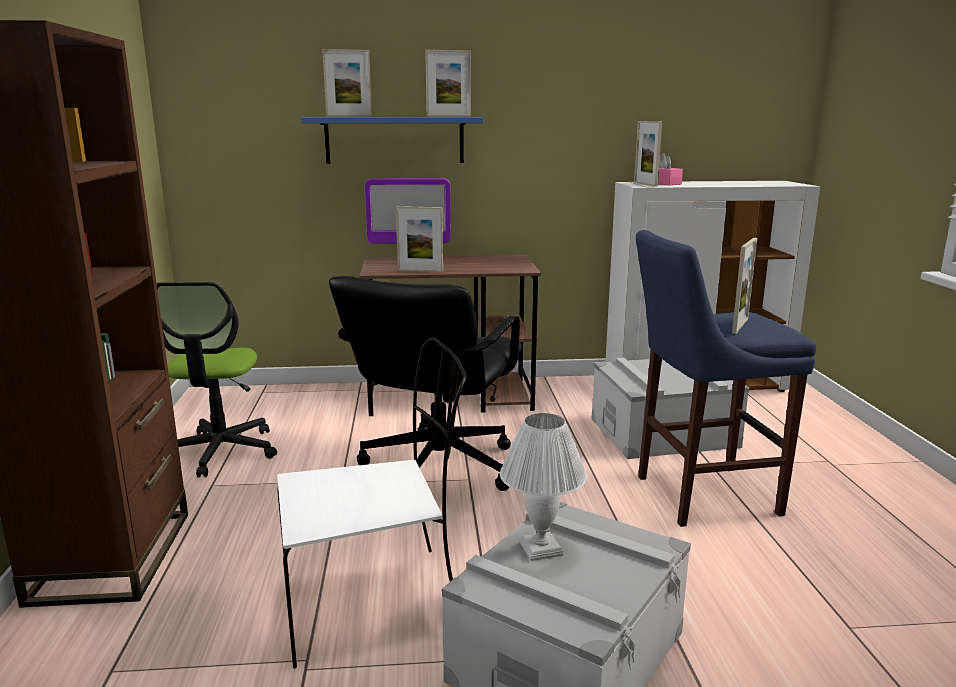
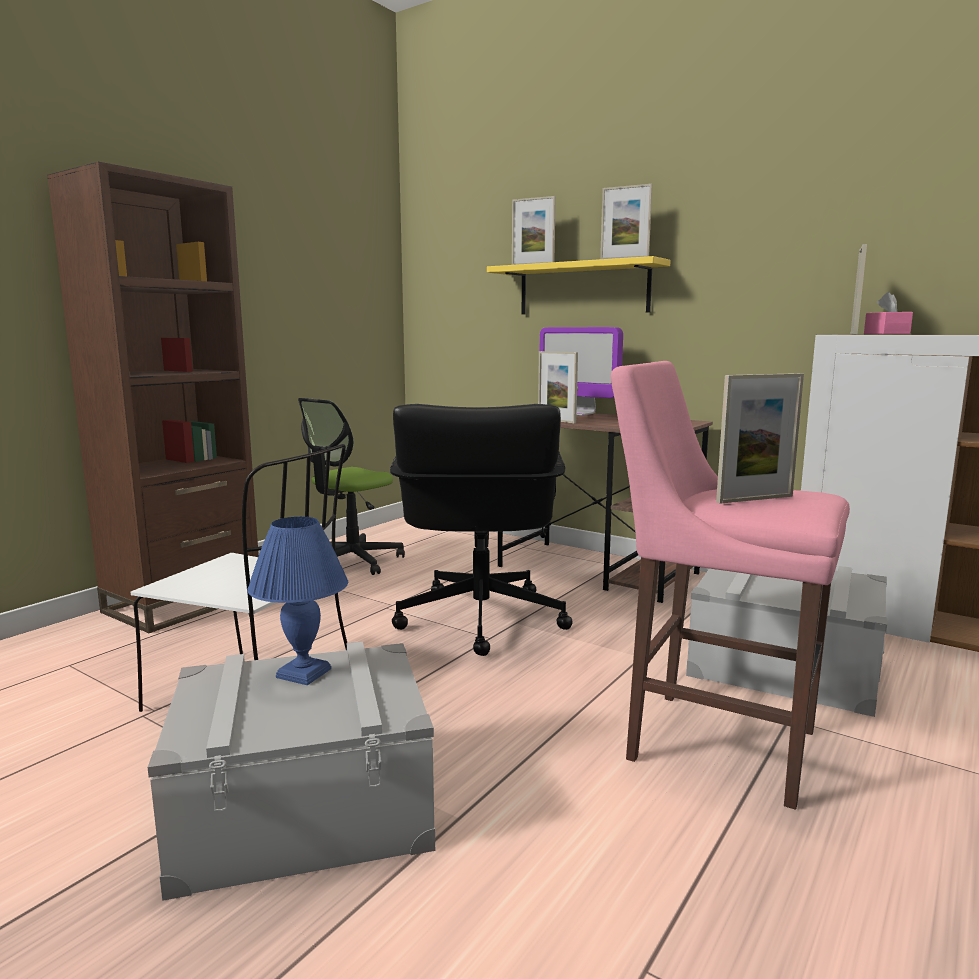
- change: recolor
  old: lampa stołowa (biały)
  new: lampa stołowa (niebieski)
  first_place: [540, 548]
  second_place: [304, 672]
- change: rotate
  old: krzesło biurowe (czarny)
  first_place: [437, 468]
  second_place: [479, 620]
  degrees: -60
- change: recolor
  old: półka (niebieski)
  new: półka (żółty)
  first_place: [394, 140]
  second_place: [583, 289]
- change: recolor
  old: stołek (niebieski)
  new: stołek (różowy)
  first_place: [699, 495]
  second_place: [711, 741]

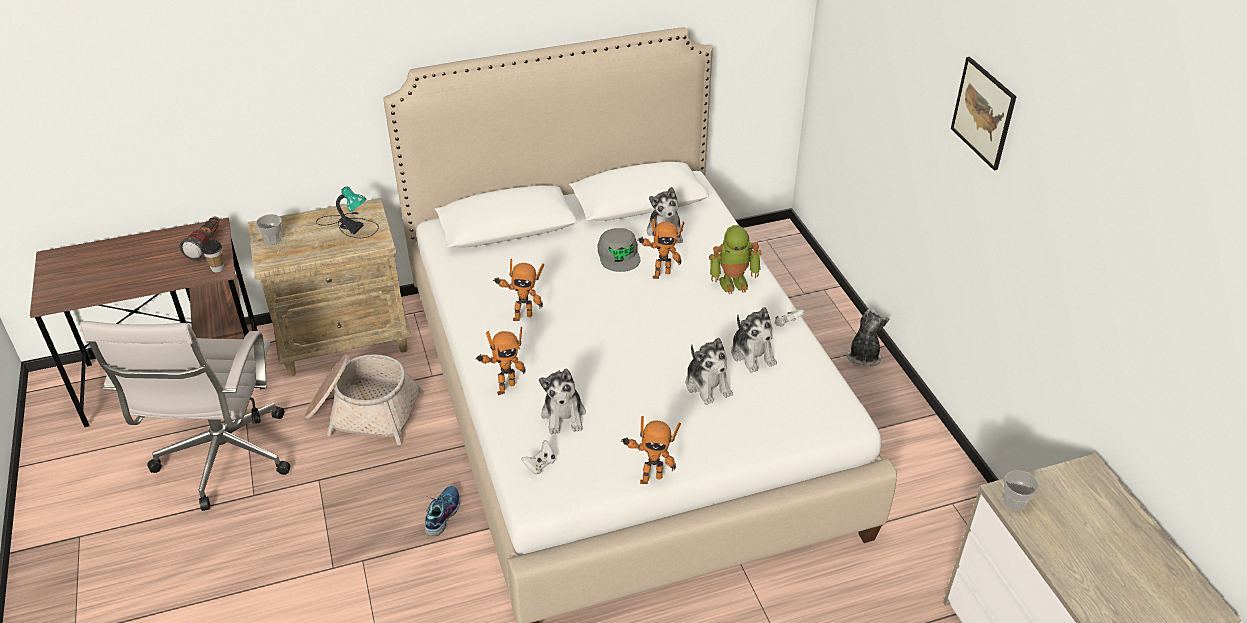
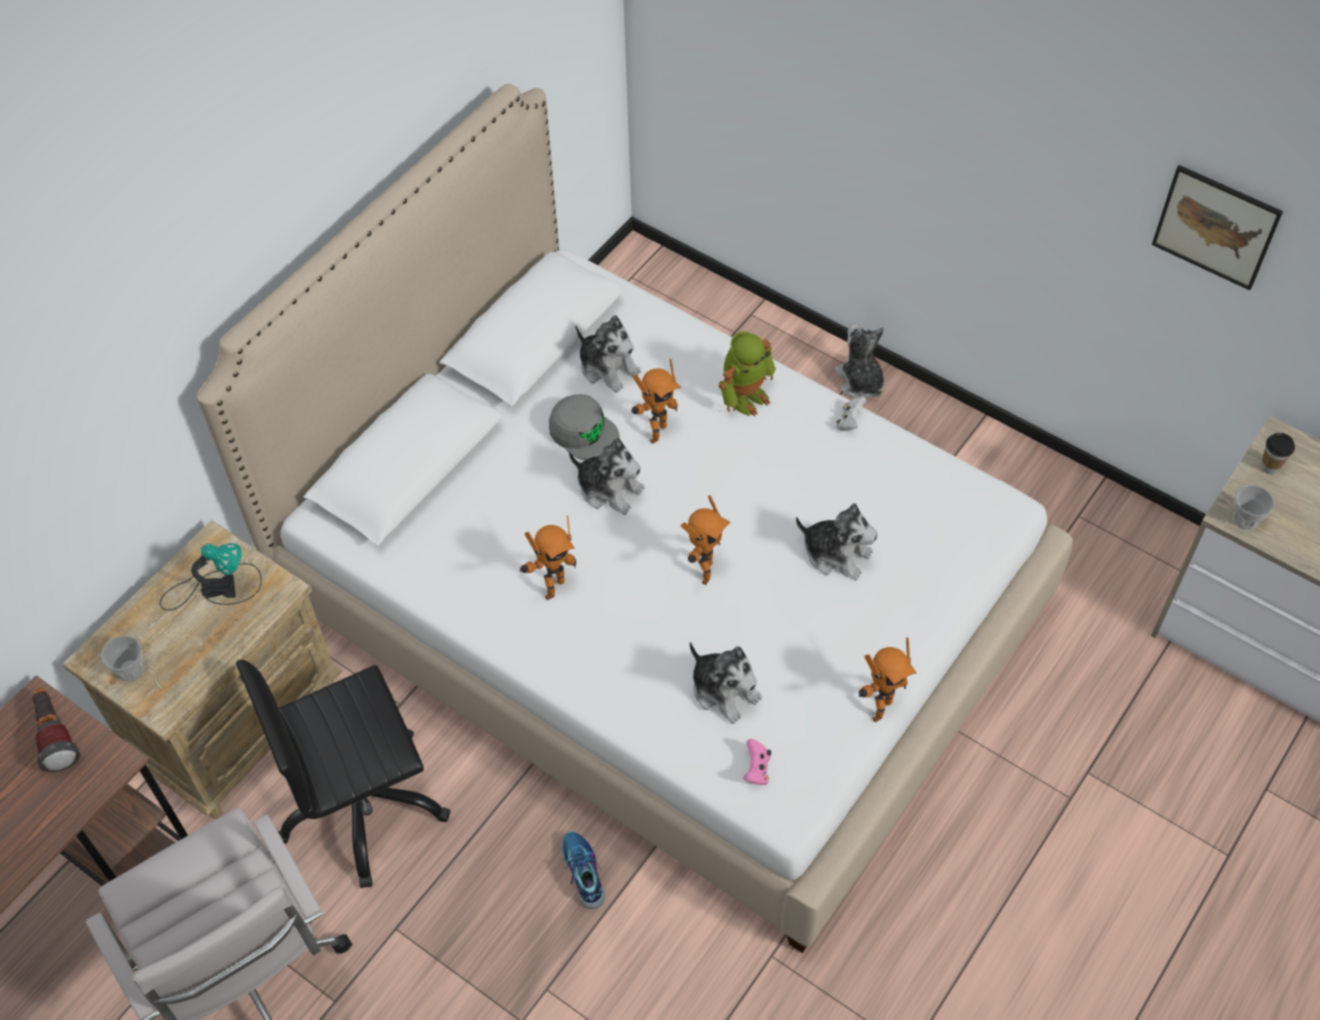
- change: replace
  old: koszyk
  new: krzesło biurowe (czarny)
  first_place: [363, 411]
  second_place: [361, 805]
- change: move
  old: pluszak
  first_place: [752, 354]
  second_place: [609, 489]
- change: move
  old: robot zabawkowy
  first_place: [504, 387]
  second_place: [702, 572]
- change: recolor
  old: pad do gier (biały)
  new: pad do gier (różowy)
  first_place: [540, 465]
  second_place: [757, 769]
- change: move
  old: obraz
  first_place: [983, 113]
  second_place: [1216, 226]
- change: move
  old: filiżanka
  first_place: [217, 268]
  second_place: [1269, 467]

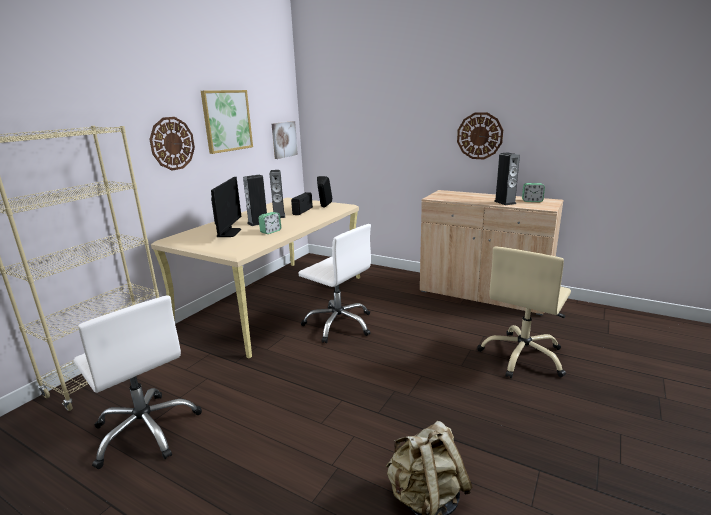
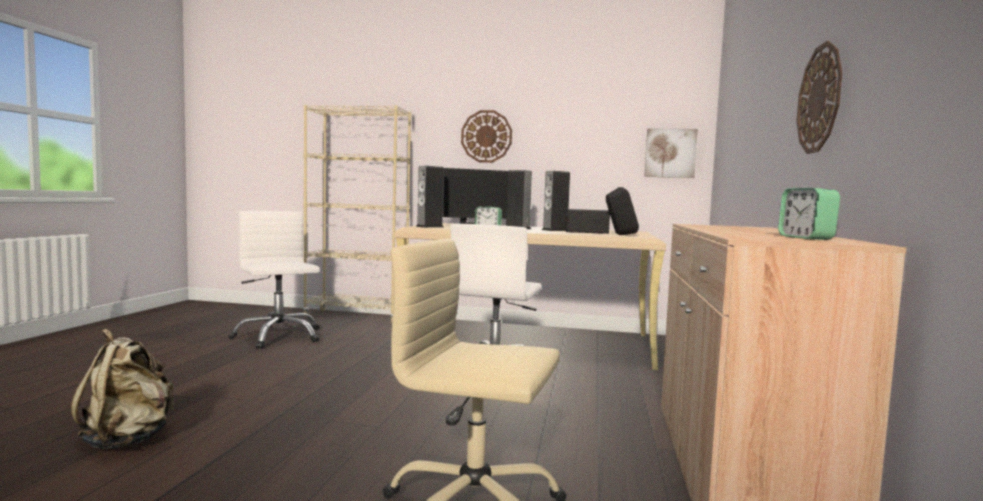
- change: rotate
  old: krzesło biurowe (biały)
  first_place: [146, 430]
  second_place: [278, 336]
  degrees: 120
- change: move
  old: głośnik
  first_place: [505, 202]
  second_place: [429, 227]
- change: delete
  old: obraz
  first_place: [227, 121]

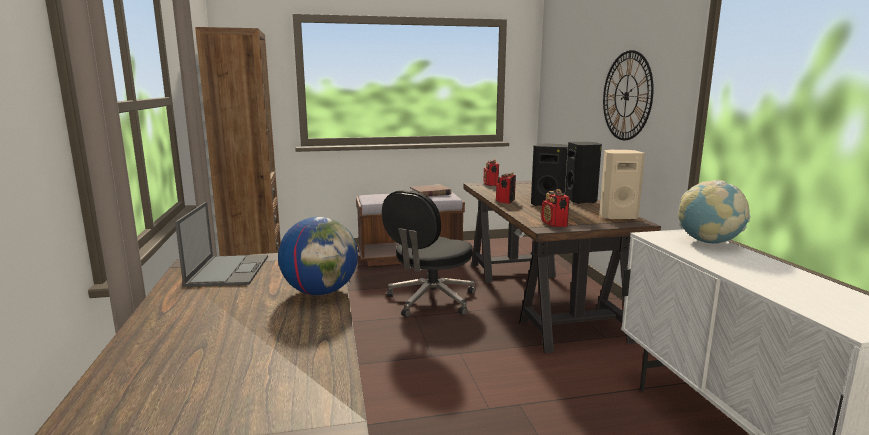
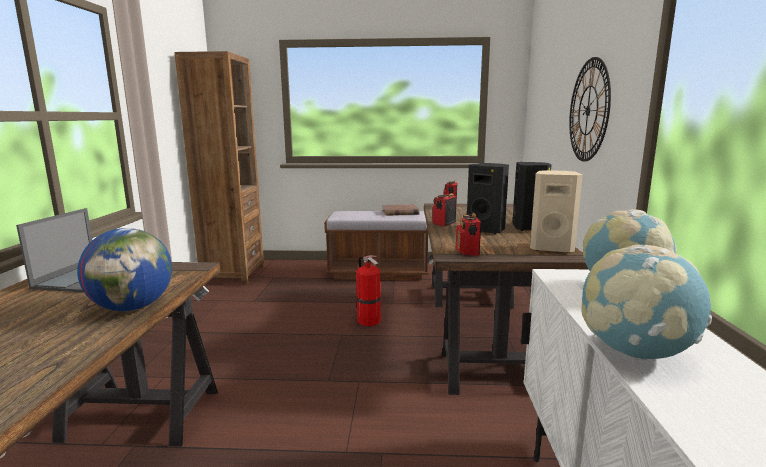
- change: replace
  old: krzesło biurowe (czarny)
  new: gaśnica
  first_place: [430, 301]
  second_place: [367, 320]
- change: insert
  new: globus
  second_place: [635, 352]

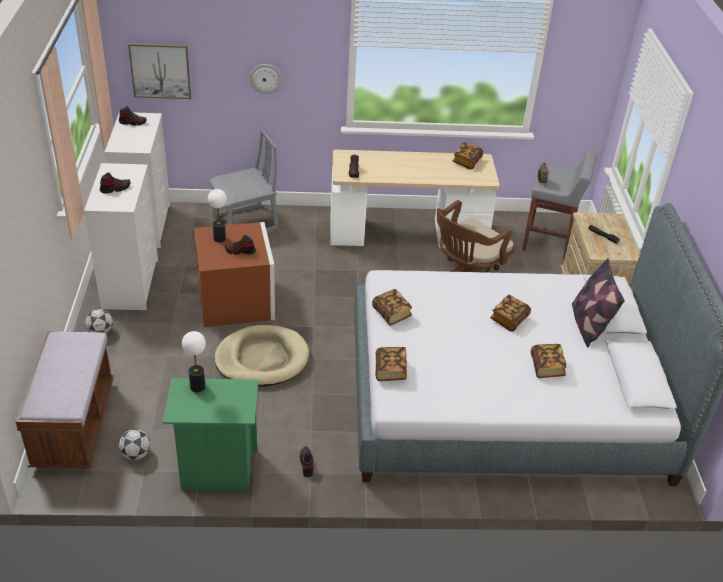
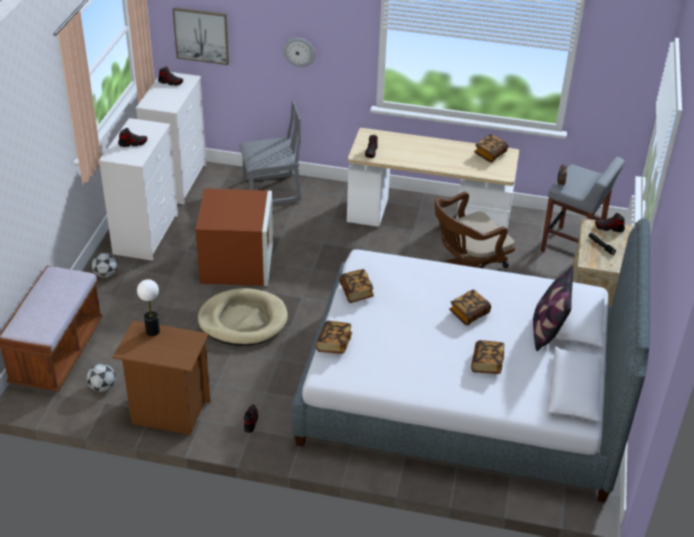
- change: recolor
  old: szafka nocna (zielony)
  new: szafka nocna (brązowy)
  first_place: [216, 470]
  second_place: [168, 412]
- change: move
  old: but
  first_place: [240, 251]
  second_place: [609, 228]
- change: delete
  old: lampa stołowa
  first_place: [219, 238]

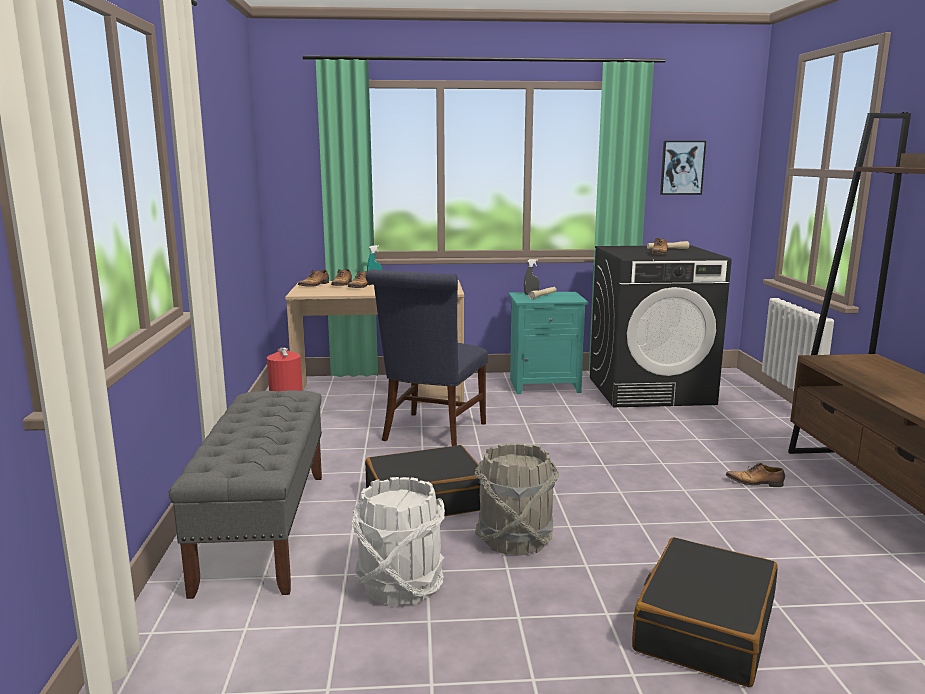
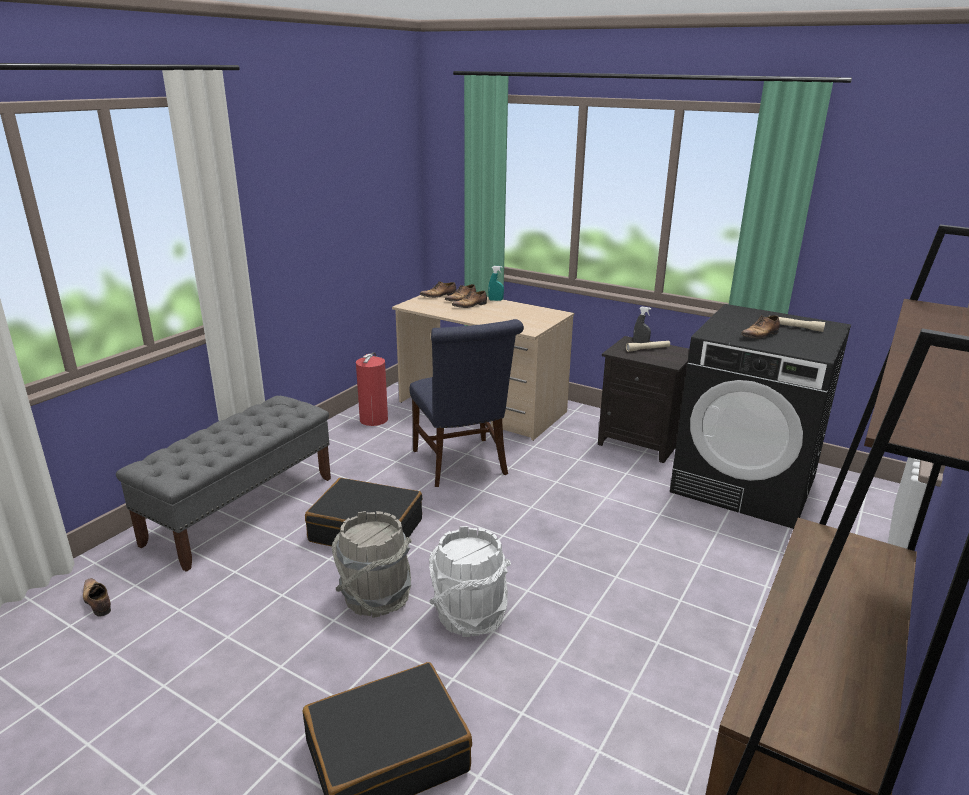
- change: move
  old: but
  first_place: [755, 483]
  second_place: [97, 601]
- change: rotate
  old: krzesło (niebieski)
  first_place: [431, 434]
  second_place: [462, 465]
  degrees: -75
- change: move
  old: wiadro (biały)
  first_place: [401, 585]
  second_place: [469, 615]
- change: recolor
  old: szafka nocna (turkusowy)
  new: szafka nocna (czarny)
  first_place: [545, 385]
  second_place: [641, 442]
- change: delete
  old: obraz
  first_place: [682, 167]

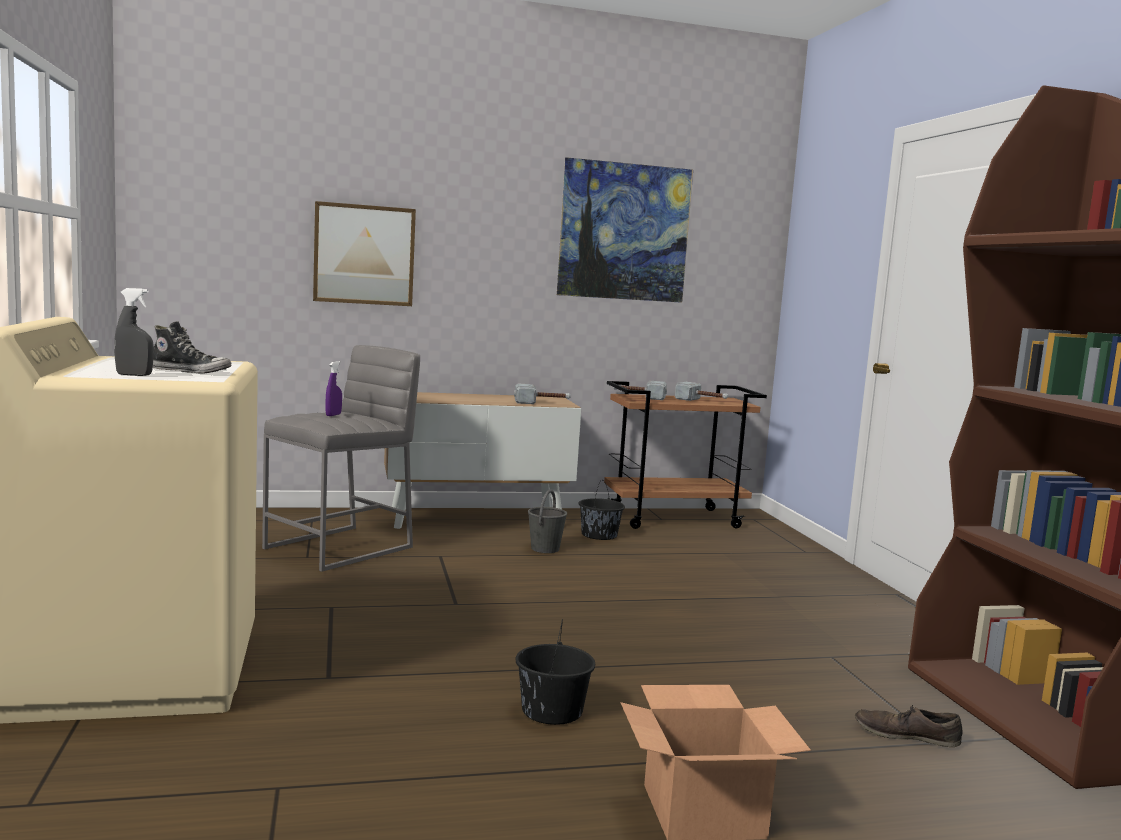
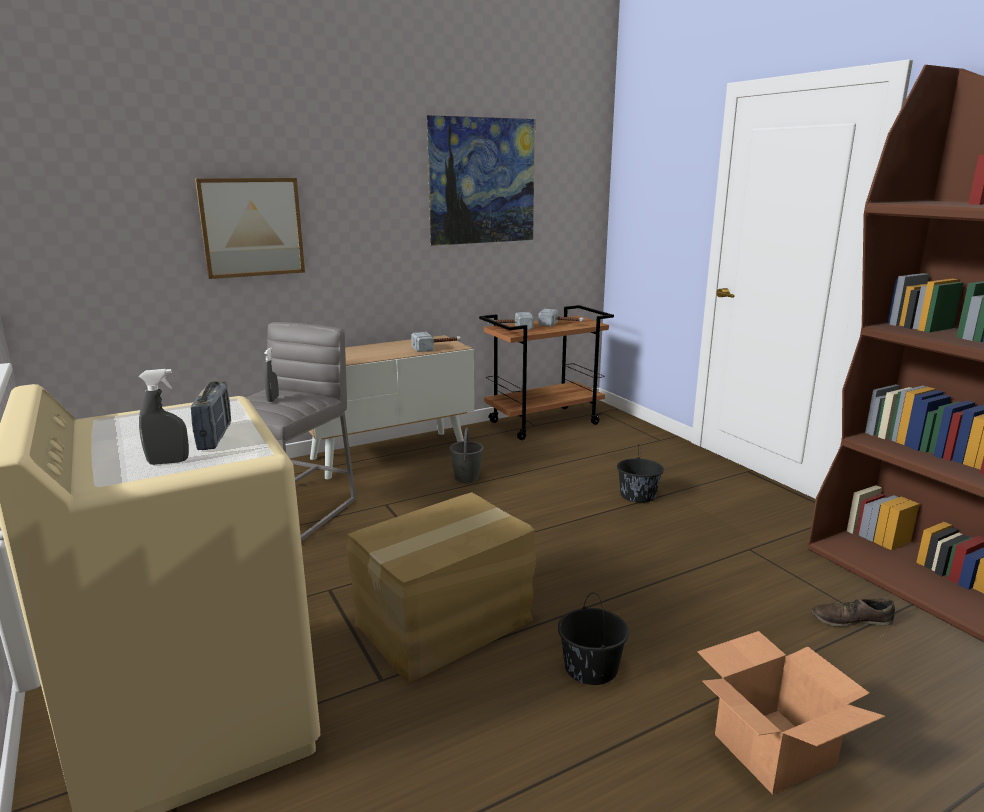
- change: replace
  old: but
  new: radio
  first_place: [191, 371]
  second_place: [215, 437]
- change: recolor
  old: spryskiwacz (fioletowy)
  new: spryskiwacz (szary)
  first_place: [333, 415]
  second_place: [273, 399]
- change: insert
  new: karton
  second_place: [445, 623]
- change: move
  old: wiadro (czarny)
  first_place: [599, 535]
  second_place: [638, 495]

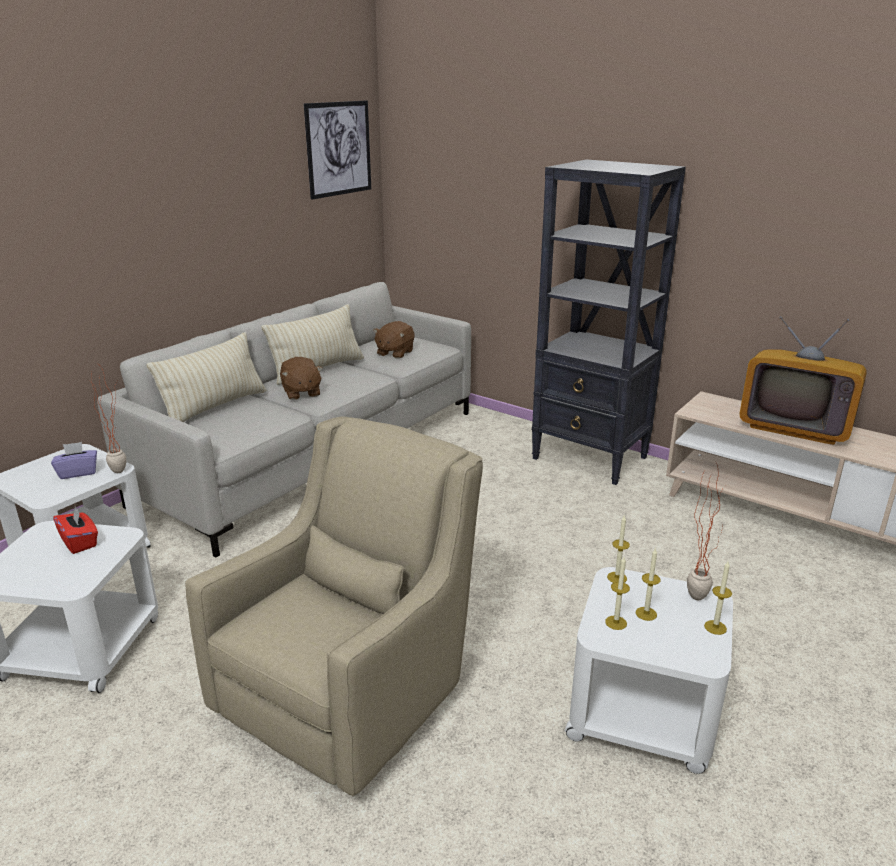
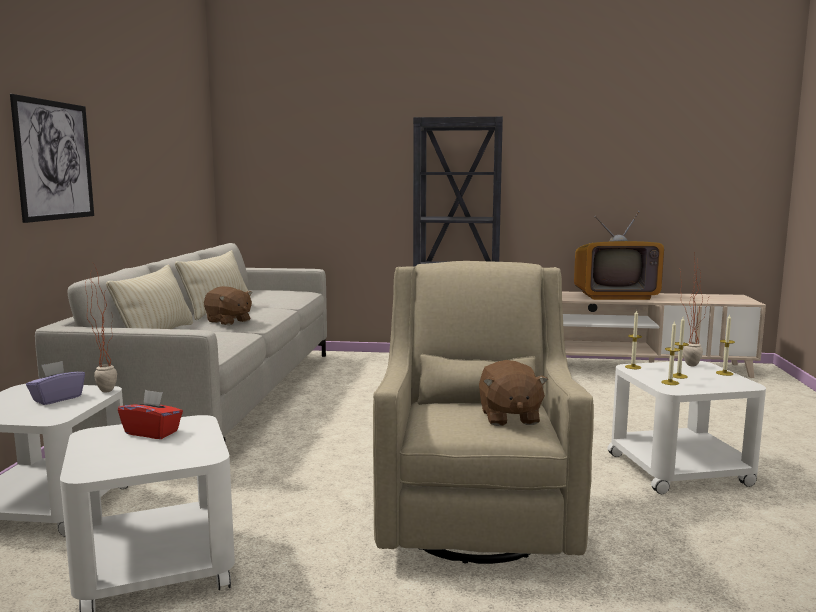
- change: move
  old: obraz
  first_place: [339, 149]
  second_place: [54, 160]
- change: move
  old: pluszak (brązowy)
  first_place: [394, 353]
  second_place: [509, 417]

